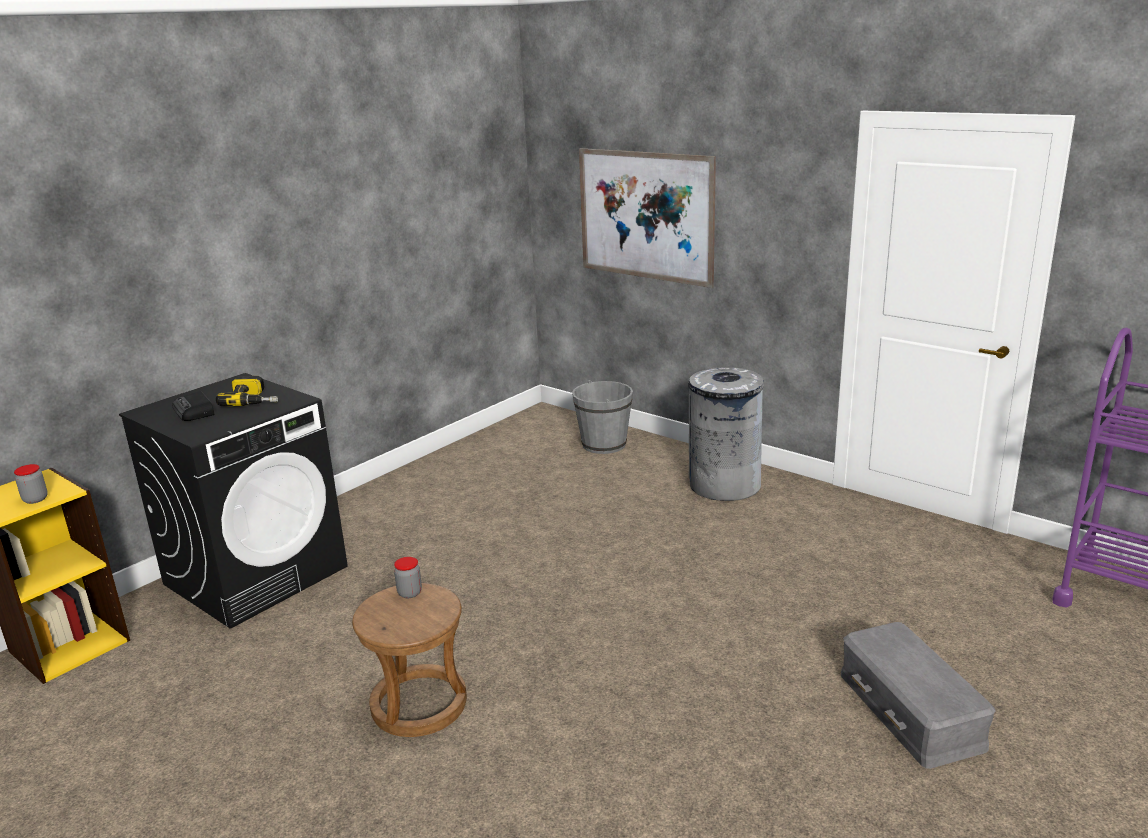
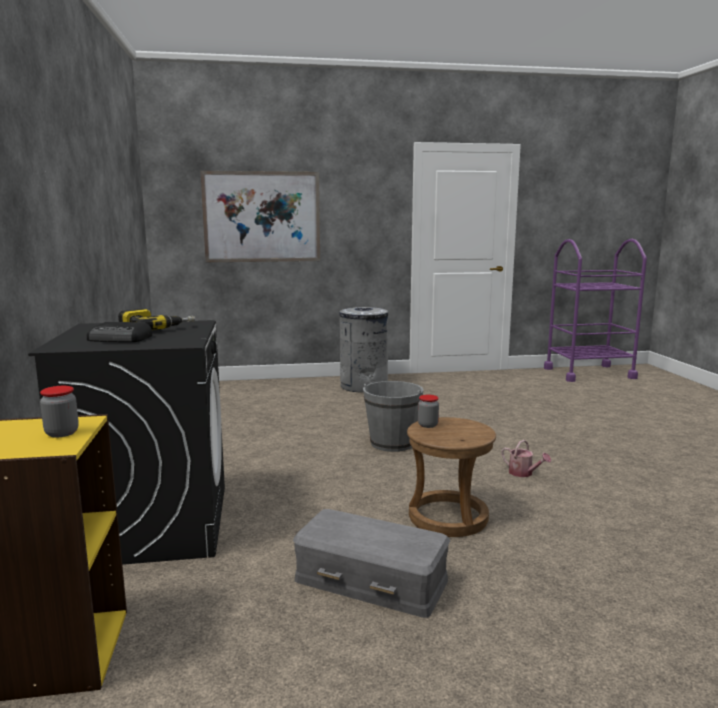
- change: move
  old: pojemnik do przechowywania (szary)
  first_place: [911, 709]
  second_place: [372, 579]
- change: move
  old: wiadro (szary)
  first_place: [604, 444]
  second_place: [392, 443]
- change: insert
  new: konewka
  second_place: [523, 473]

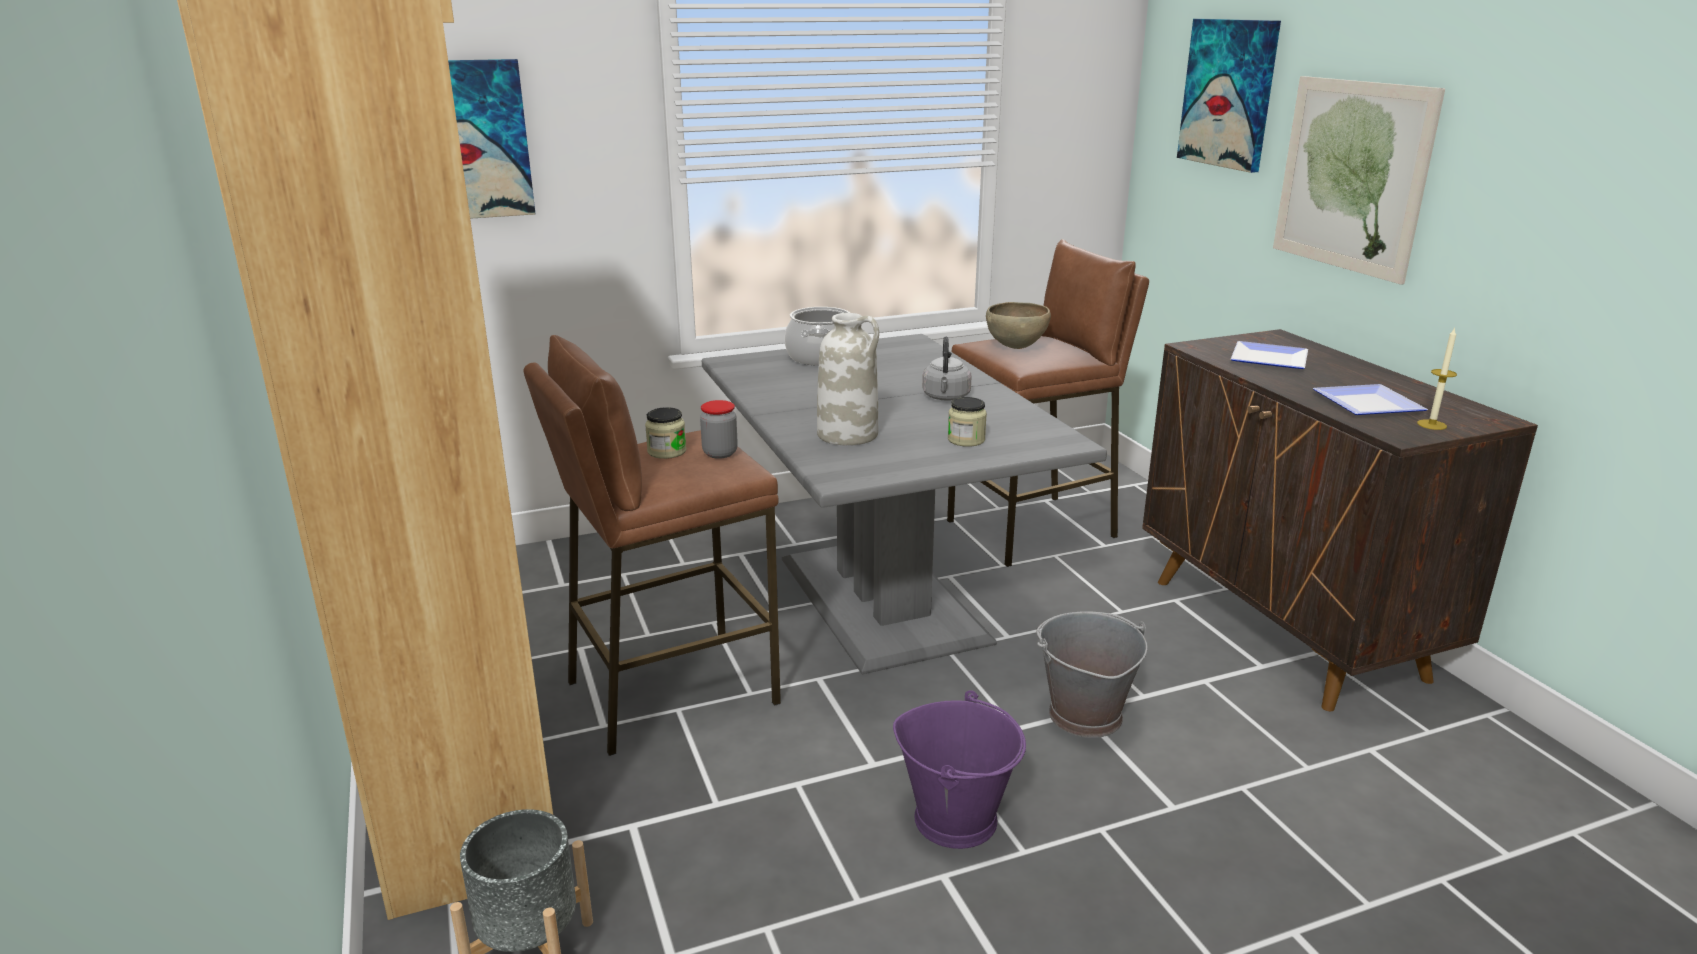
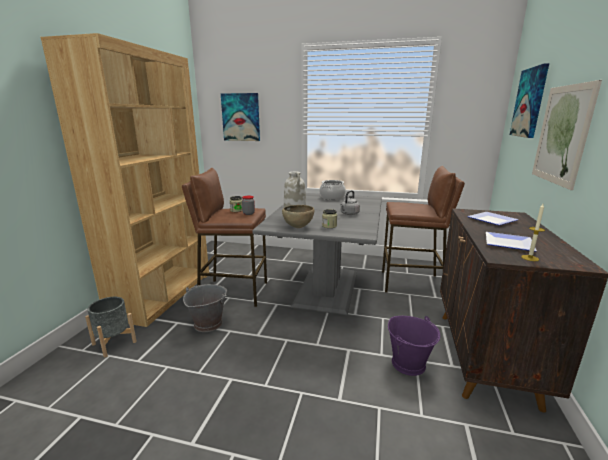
- change: move
  old: wiadro (szary)
  first_place: [1084, 715]
  second_place: [208, 323]
- change: move
  old: miska (brązowy)
  first_place: [1016, 347]
  second_place: [298, 227]
- change: move
  old: wiadro (fioletowy)
  first_place: [956, 818]
  second_place: [409, 363]

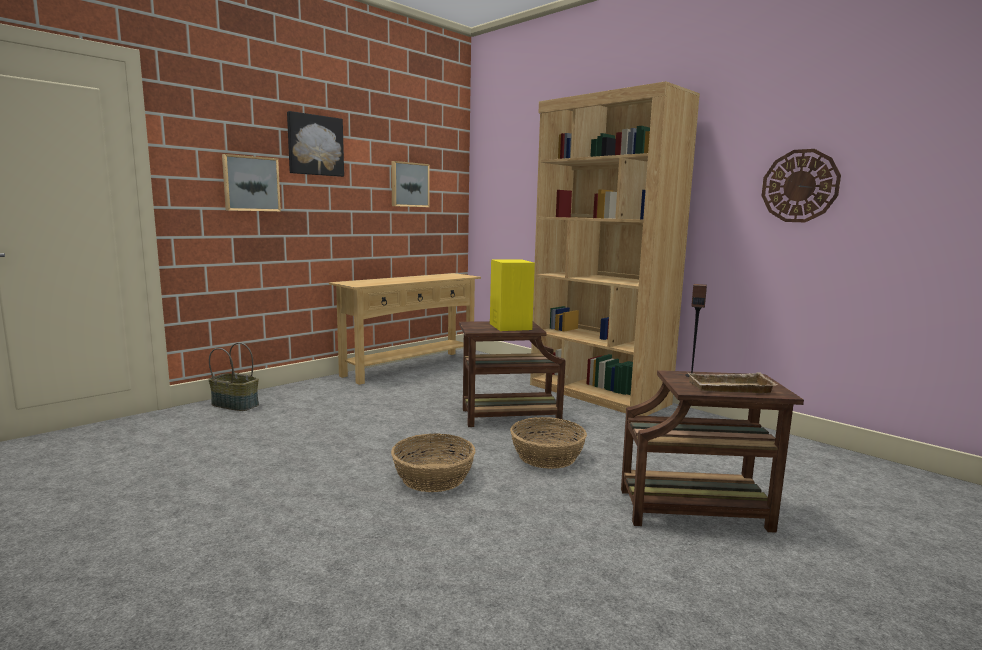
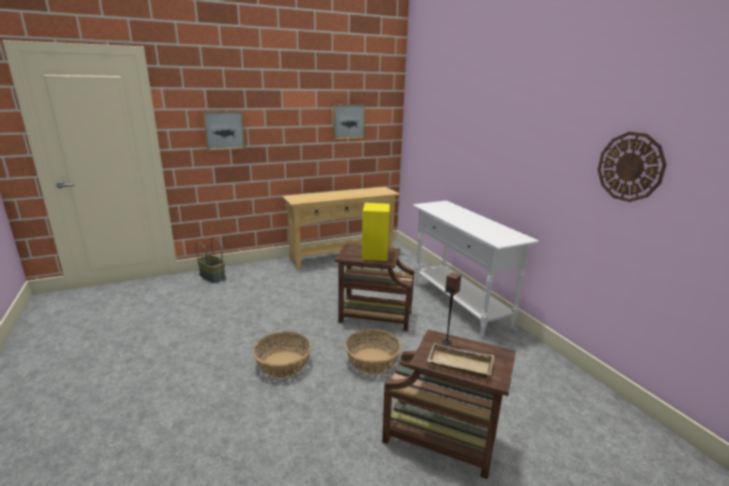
- change: replace
  old: regał (brązowy)
  new: stolik konsolowy (biały)
  first_place: [597, 394]
  second_place: [459, 304]
- change: delete
  old: obraz
  first_place: [315, 145]

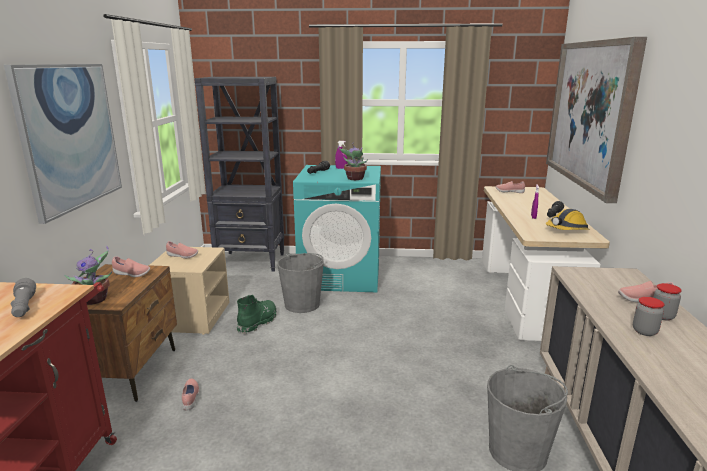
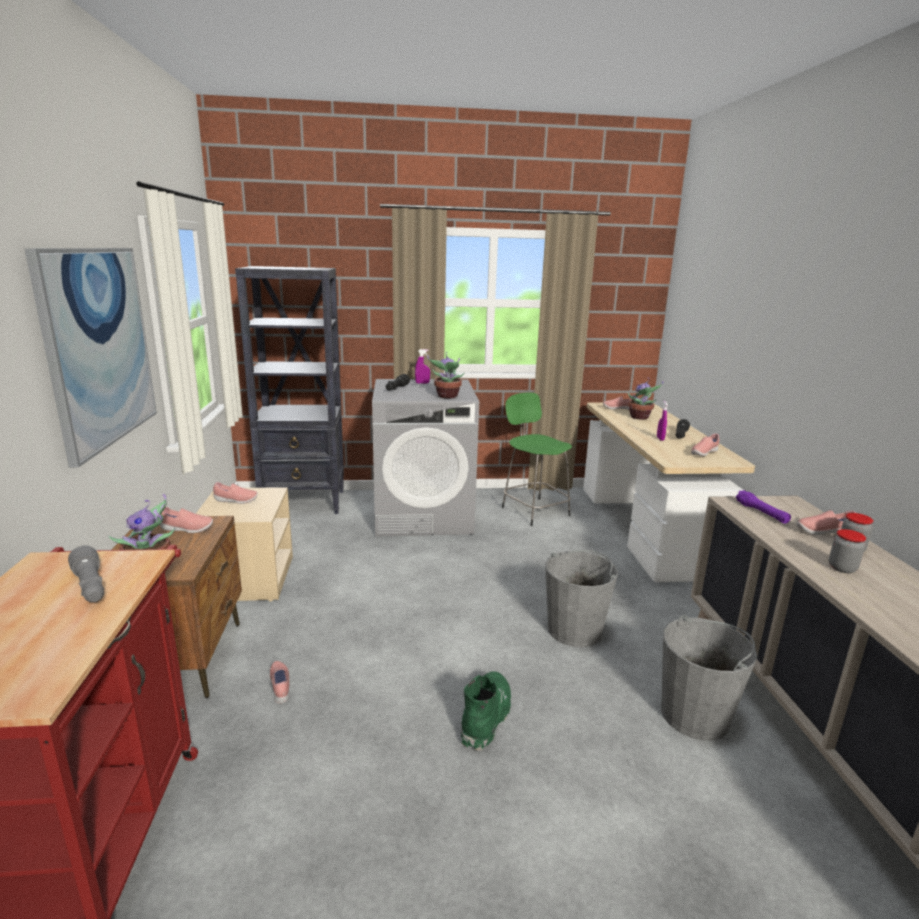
- change: recolor
  old: pralka (turkusowy)
  new: pralka (szary)
  first_place: [341, 276]
  second_place: [424, 515]
- change: move
  old: but z cholewką (zielony)
  first_place: [258, 322]
  second_place: [486, 717]
- change: insert
  new: stołek (zielony)
  second_place: [534, 510]
- change: move
  old: wiadro (szary)
  first_place: [302, 304]
  second_place: [575, 630]
- change: insert
  new: roślina doniczkowa
  second_place: [640, 417]
- change: replace
  old: kask
  new: but (różowy)
  first_place: [566, 230]
  second_place: [703, 453]
- change: insert
  new: latarka (fioletowy)
  second_place: [761, 513]
- change: delete
  old: obraz
  first_place: [590, 113]

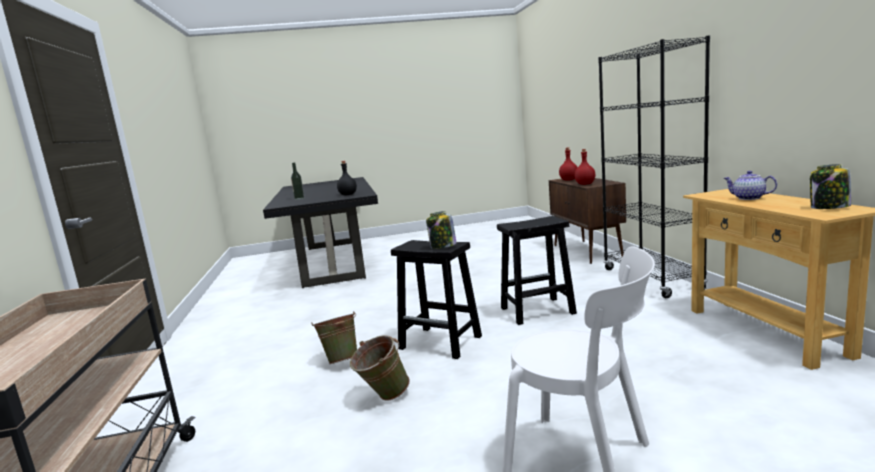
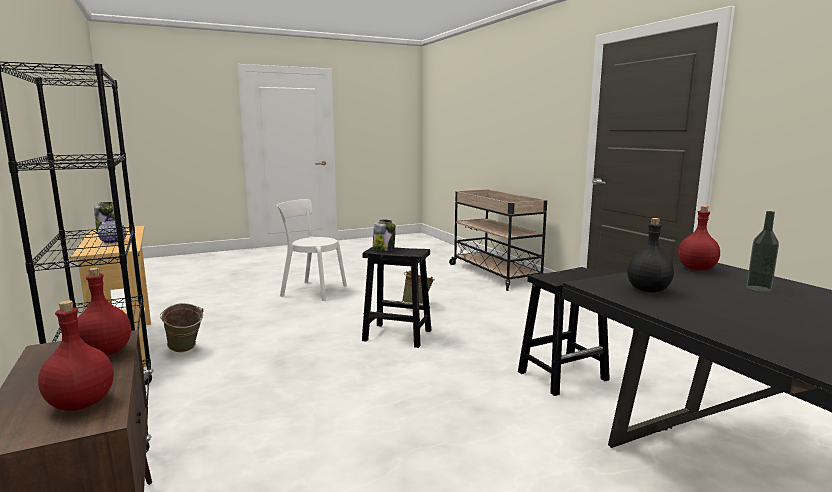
- change: move
  old: wiadro (zielony)
  first_place: [341, 360]
  second_place: [184, 351]
- change: move
  old: stołek (czarny)
  first_place: [536, 311]
  second_place: [563, 375]
- change: insert
  new: butelka (czerwony)
  second_place: [697, 269]

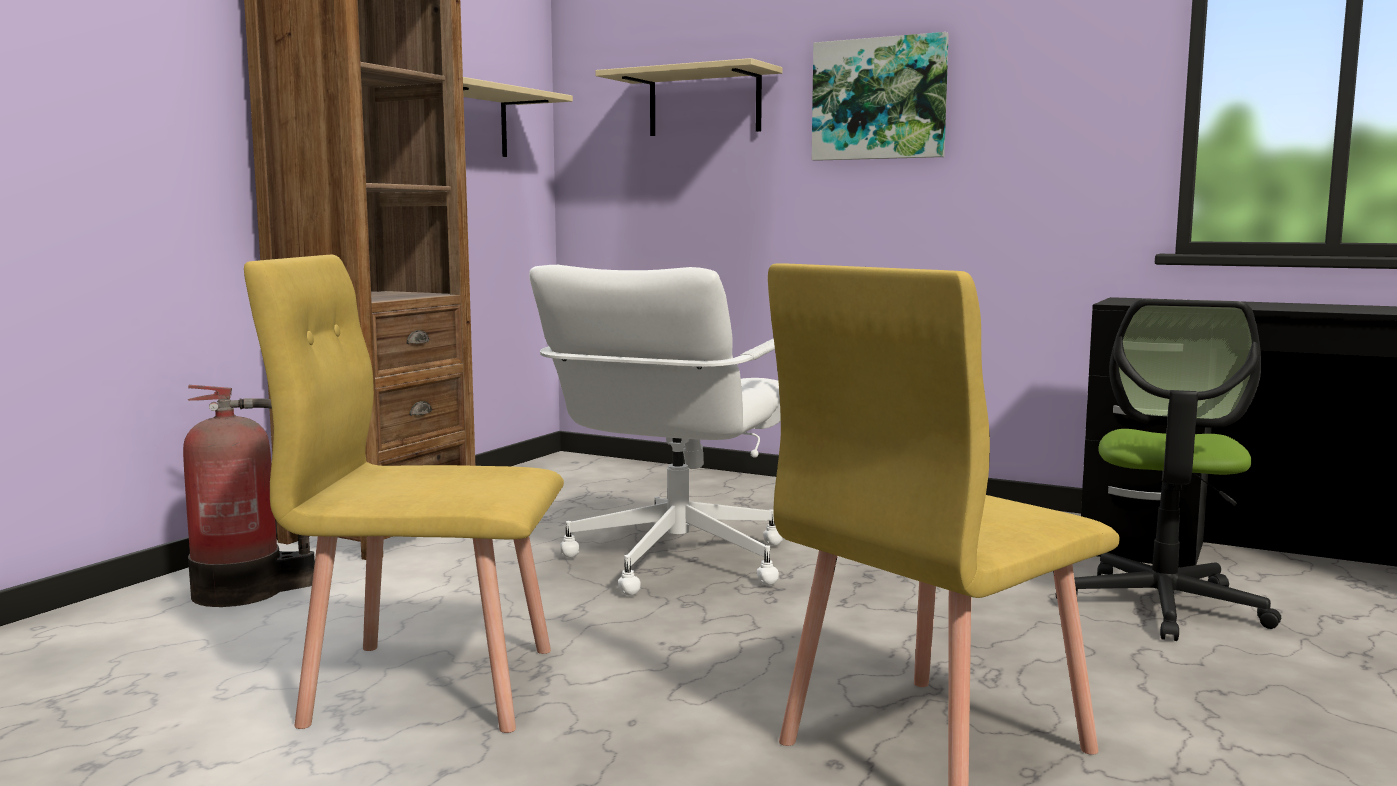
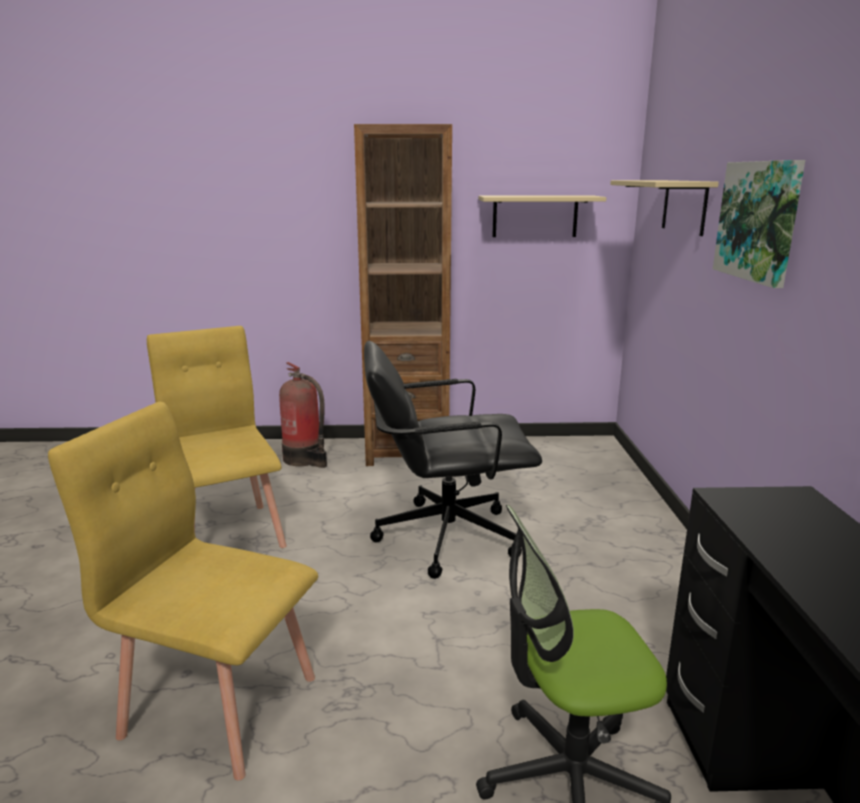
- change: recolor
  old: krzesło biurowe (biały)
  new: krzesło biurowe (czarny)
  first_place: [674, 562]
  second_place: [445, 536]

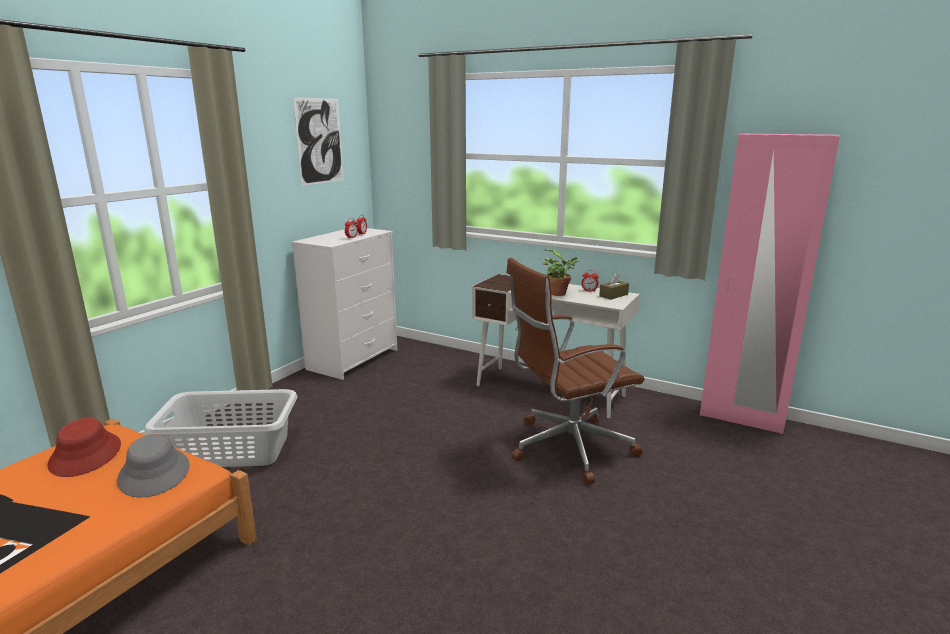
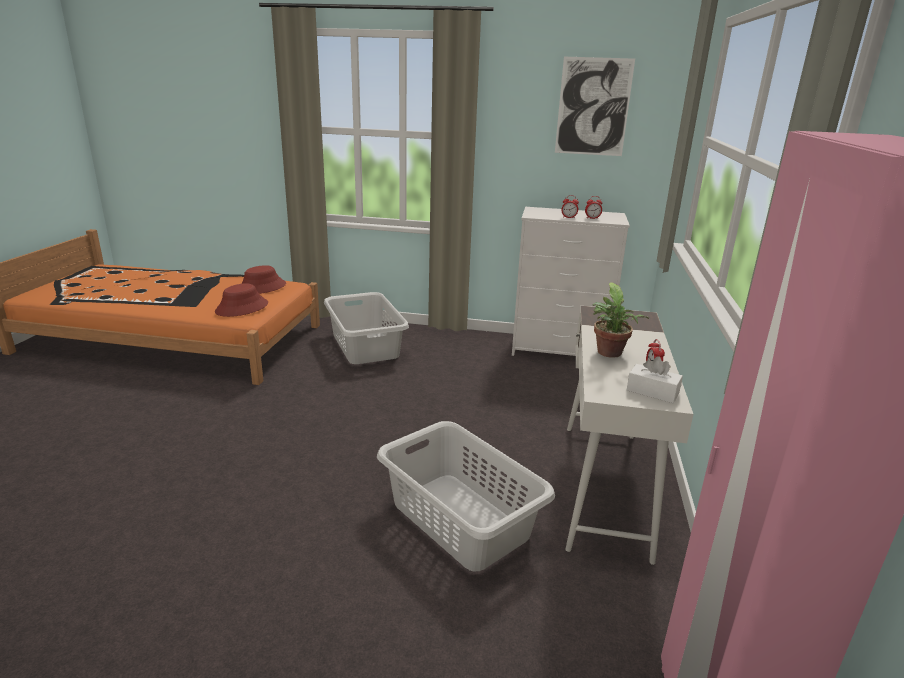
- change: recolor
  old: kapelusz (szary)
  new: kapelusz (czerwony)
  first_place: [154, 473]
  second_place: [242, 308]
- change: replace
  old: krzesło biurowe (brązowy)
  new: kosz na pranie (szary)
  first_place: [567, 448]
  second_place: [460, 518]
- change: recolor
  old: pudełko chusteczek (brązowy)
  new: pudełko chusteczek (biały)
  first_place: [613, 295]
  second_place: [652, 392]

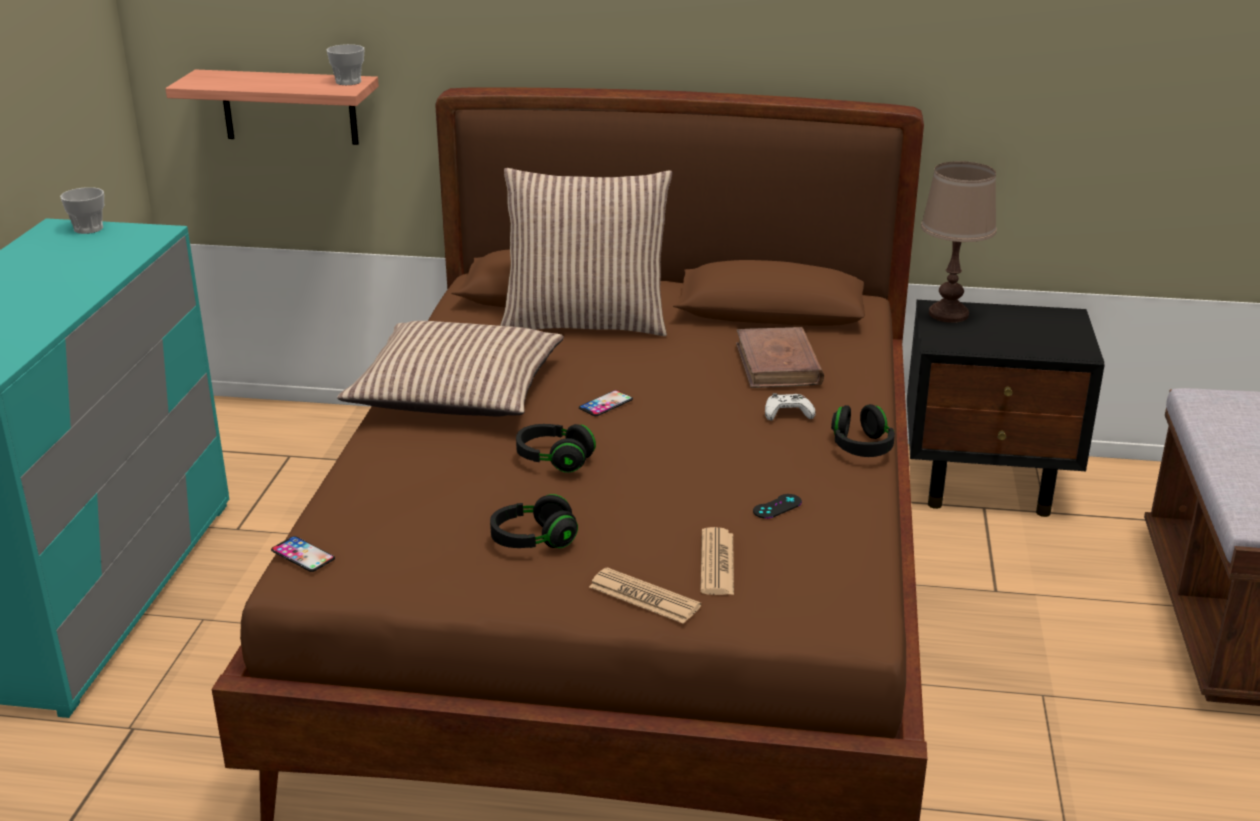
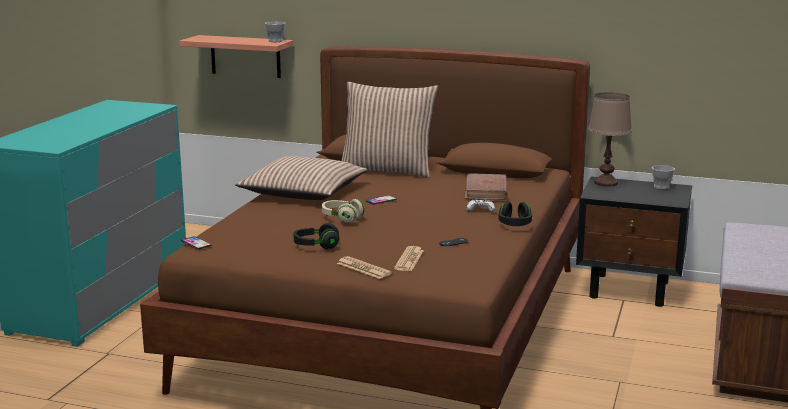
- change: recolor
  old: słuchawki (czarny)
  new: słuchawki (beżowy)
  first_place: [554, 460]
  second_place: [342, 218]
- change: move
  old: filiżanka
  first_place: [88, 229]
  second_place: [661, 187]

